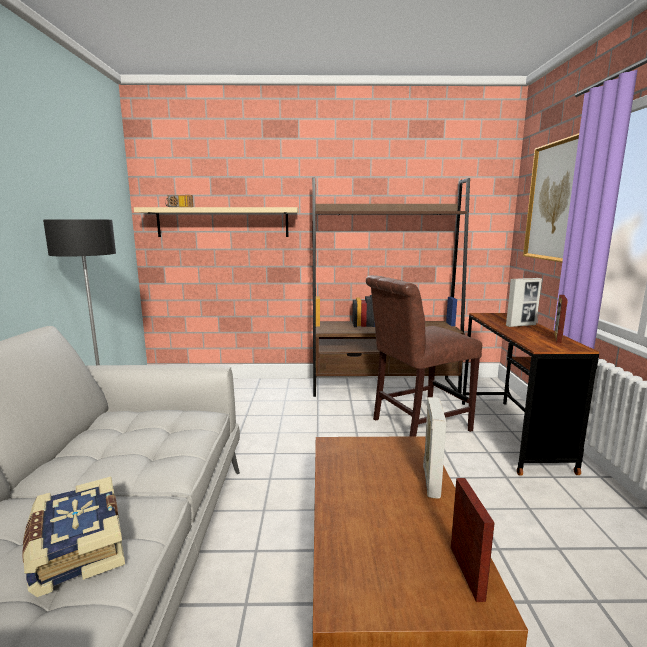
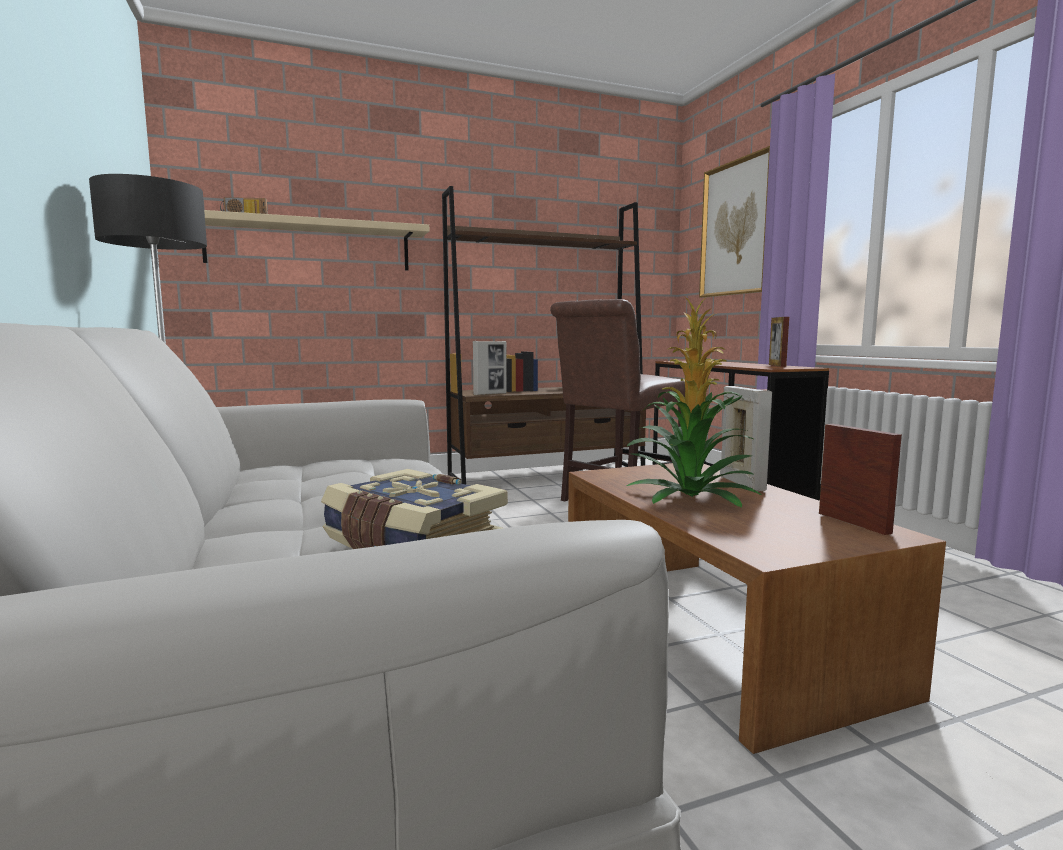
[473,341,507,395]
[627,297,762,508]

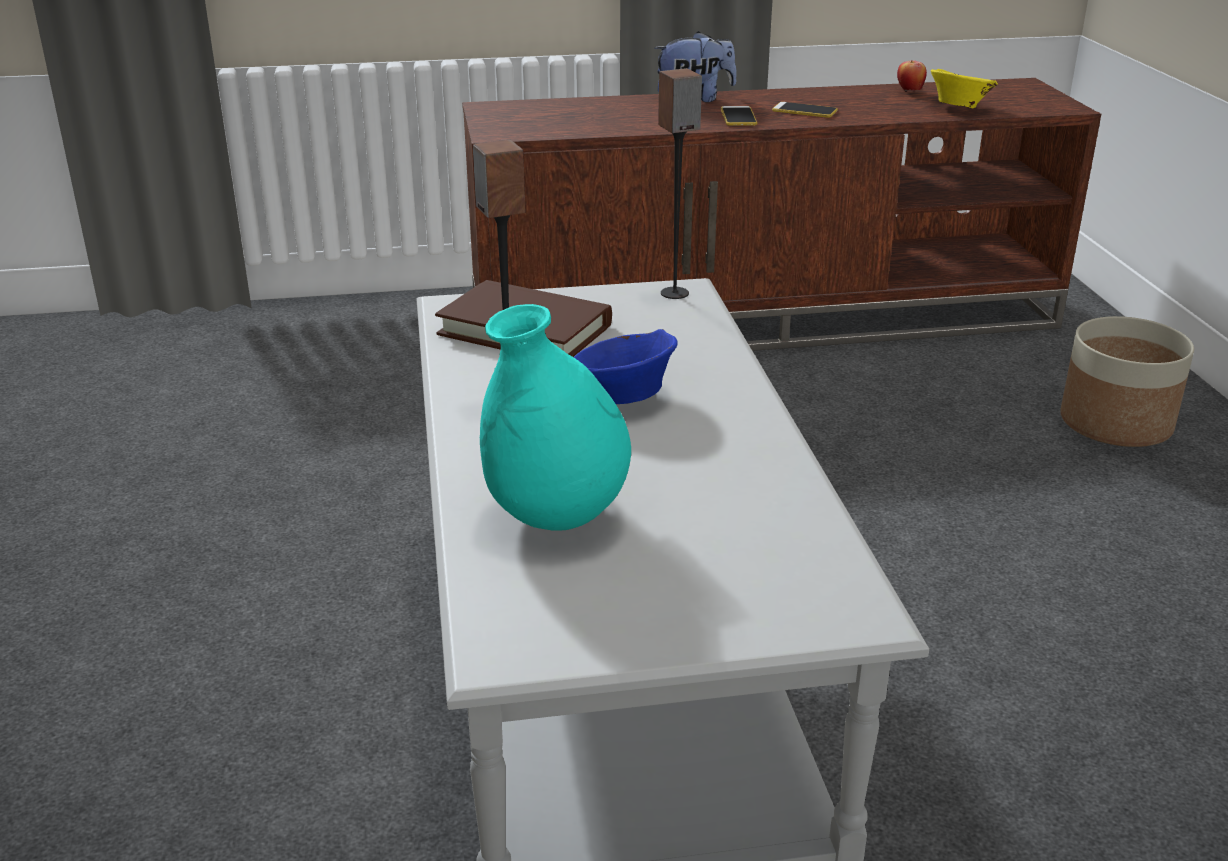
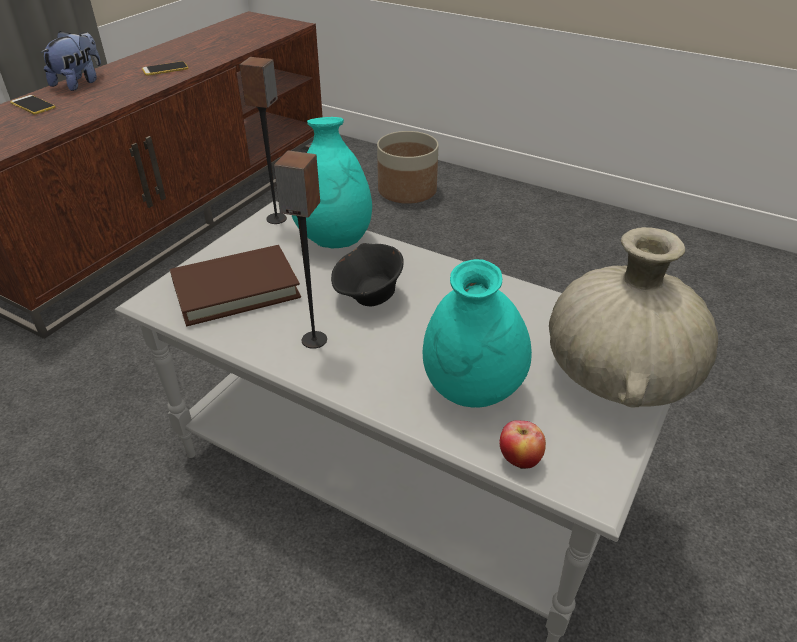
[331,243,404,306]
[10,95,56,114]
[500,420,546,469]
[931,69,998,108] (first image)
[292,117,372,248]
[549,227,718,408]

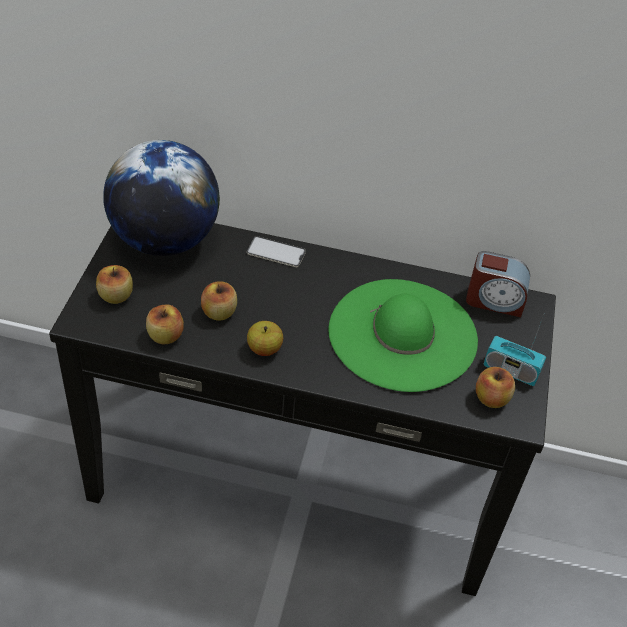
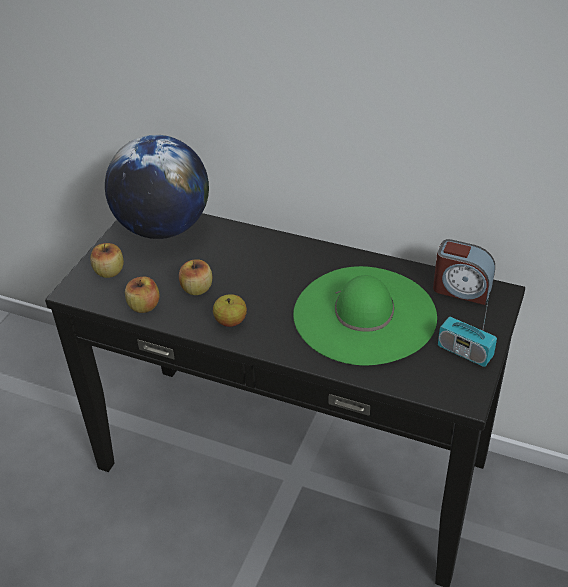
[246,236,306,267] (first image)
[476,367,515,408] (first image)

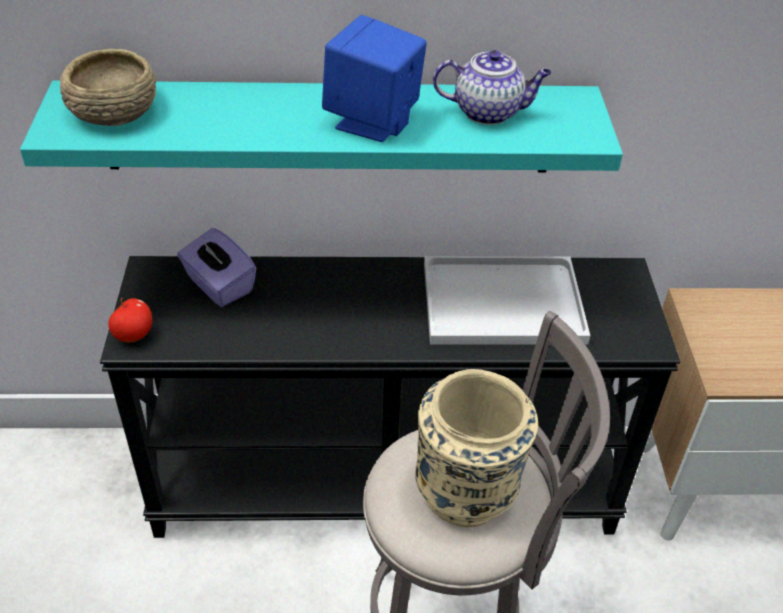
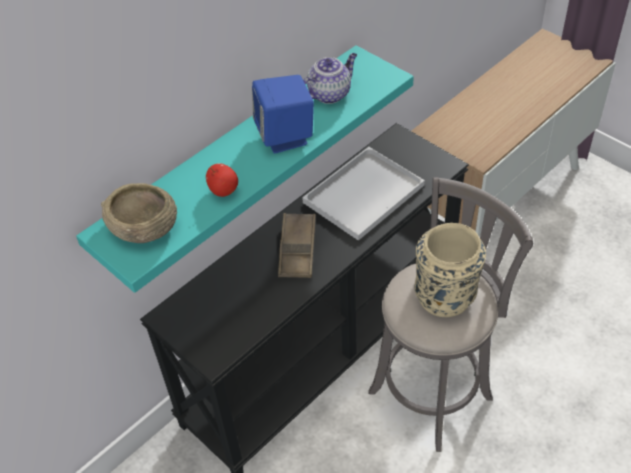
[206,163,238,197]
[177,228,256,307] (first image)
[278,213,316,278]

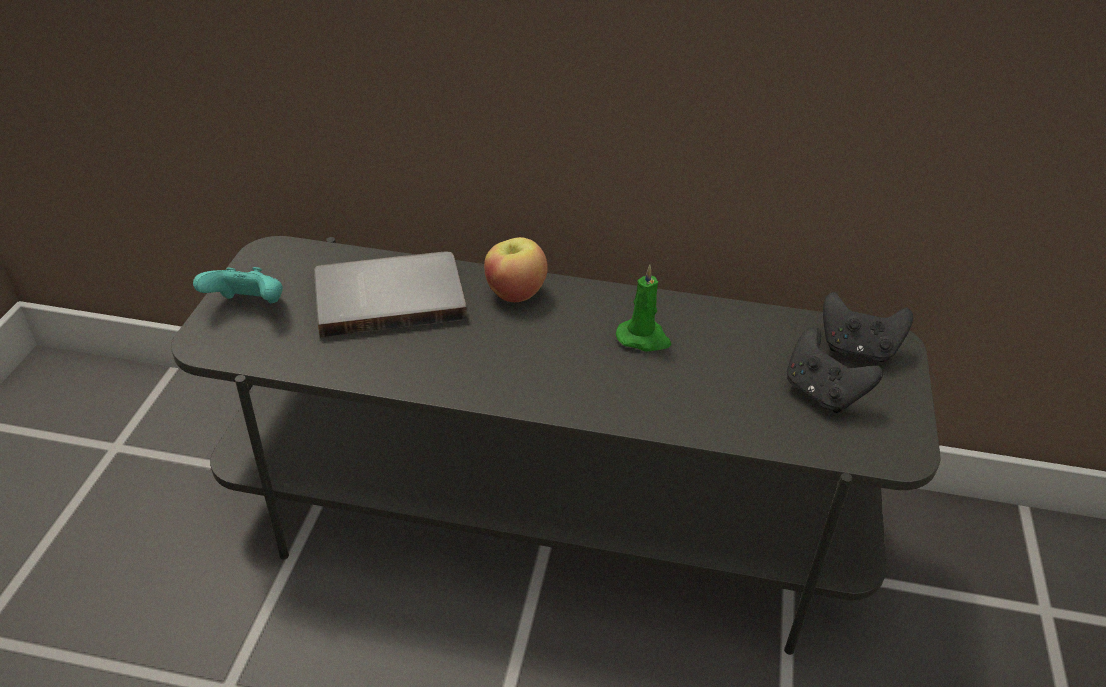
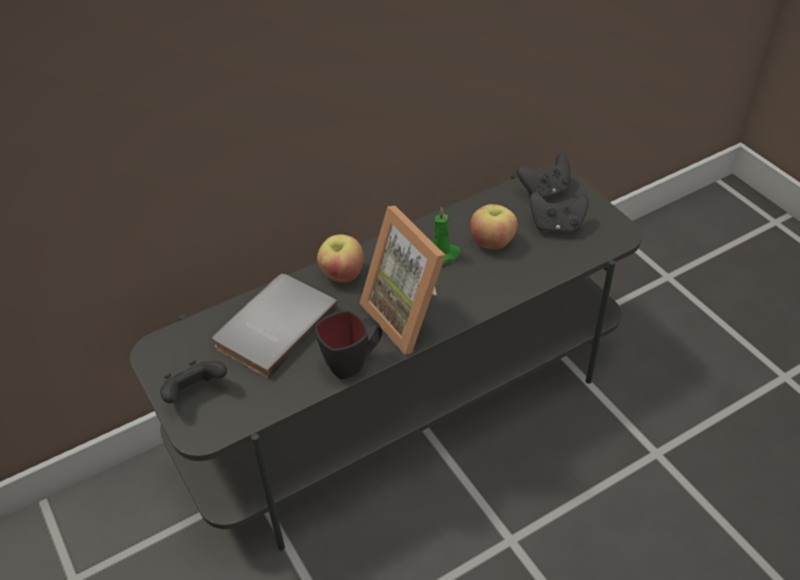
[160,361,227,403]
[315,310,382,379]
[360,206,445,355]
[470,204,518,250]

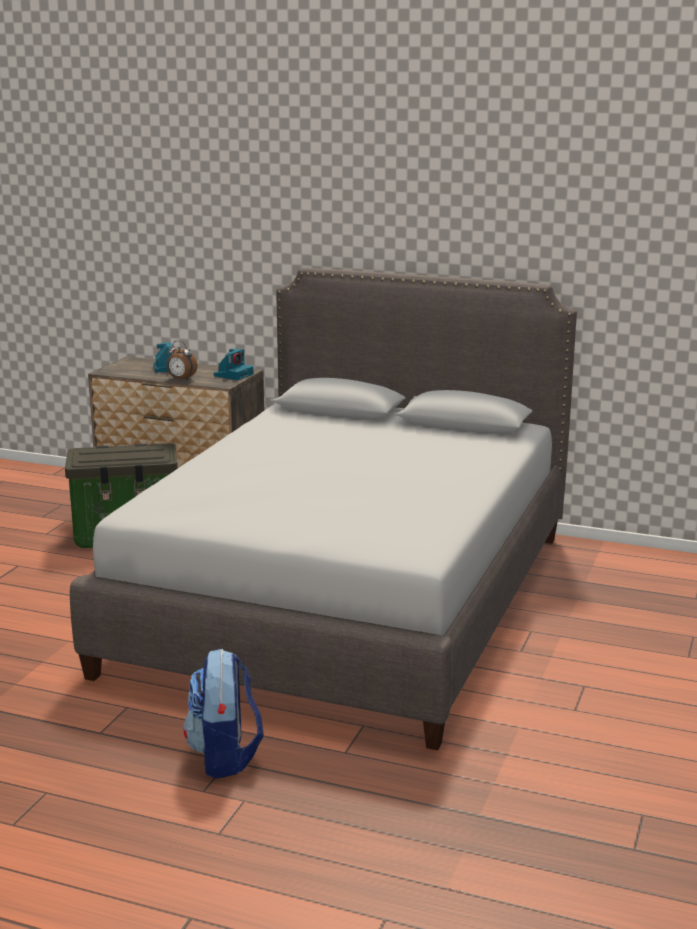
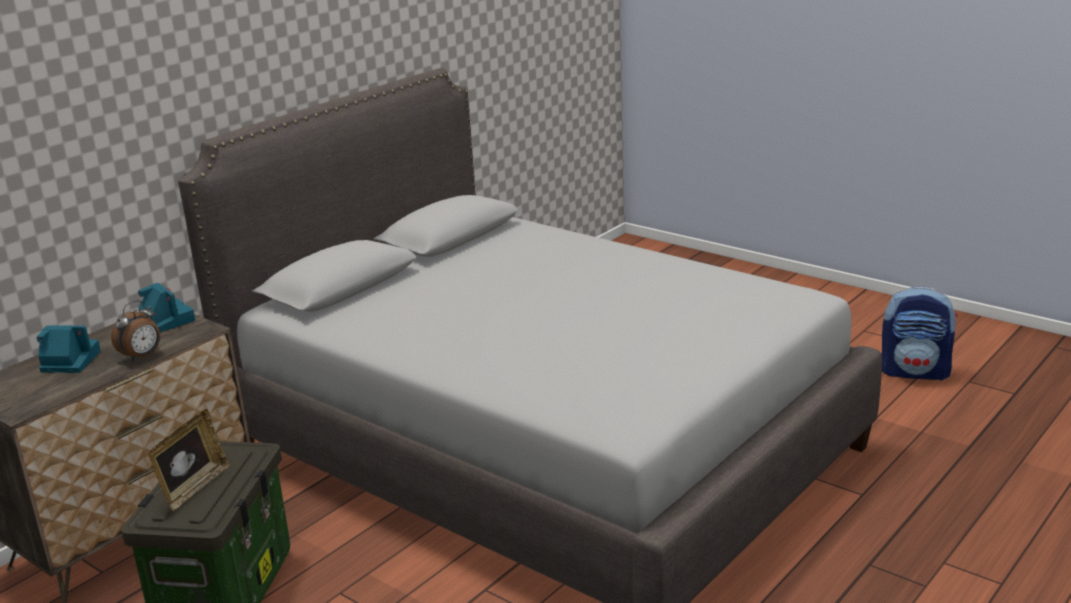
[881,286,958,381]
[148,409,230,511]

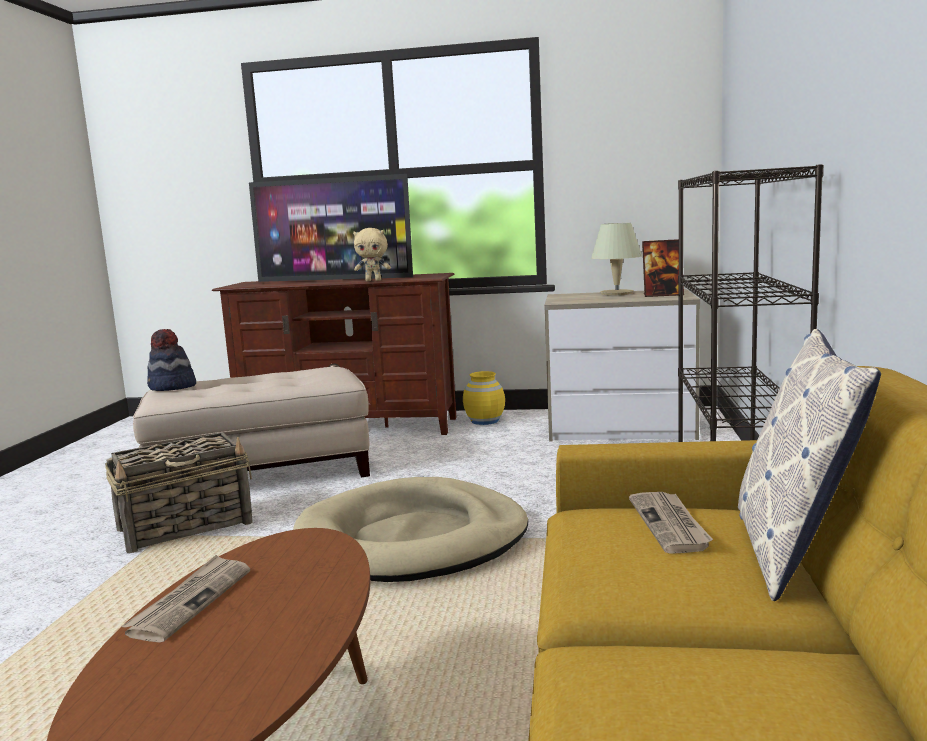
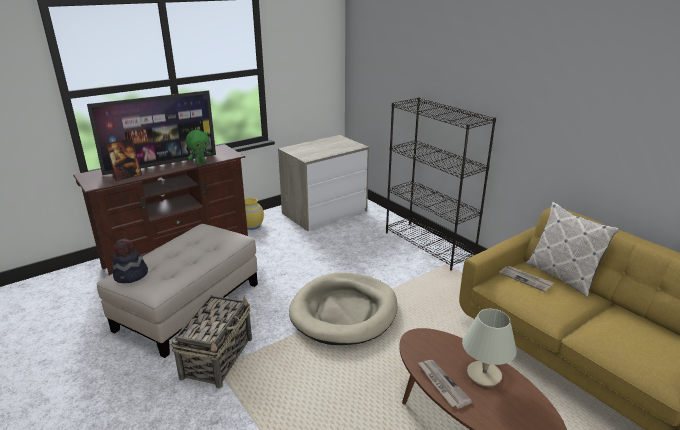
[186,130,211,165]
[462,309,517,387]
[105,139,142,181]

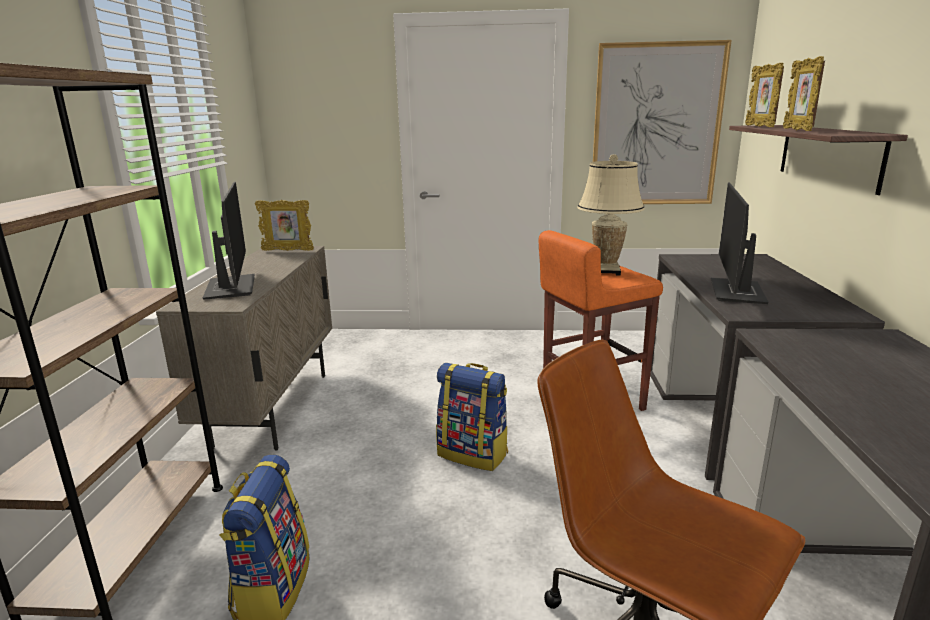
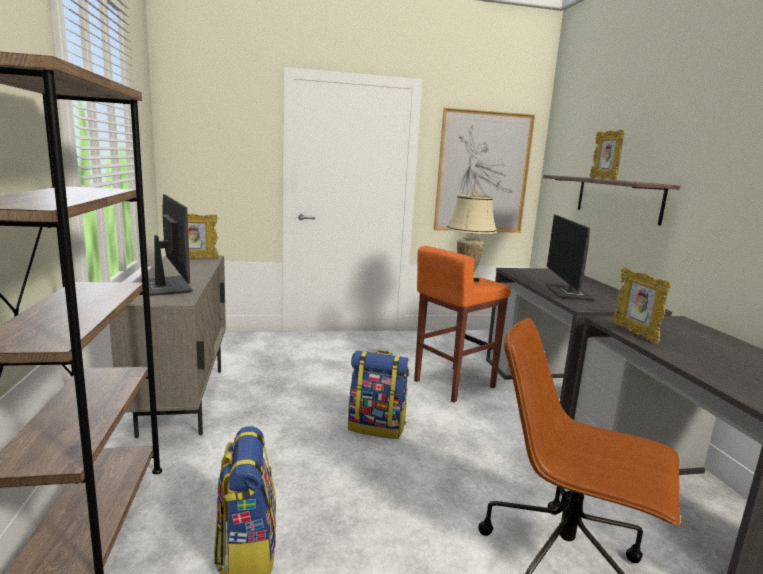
[613,267,671,344]

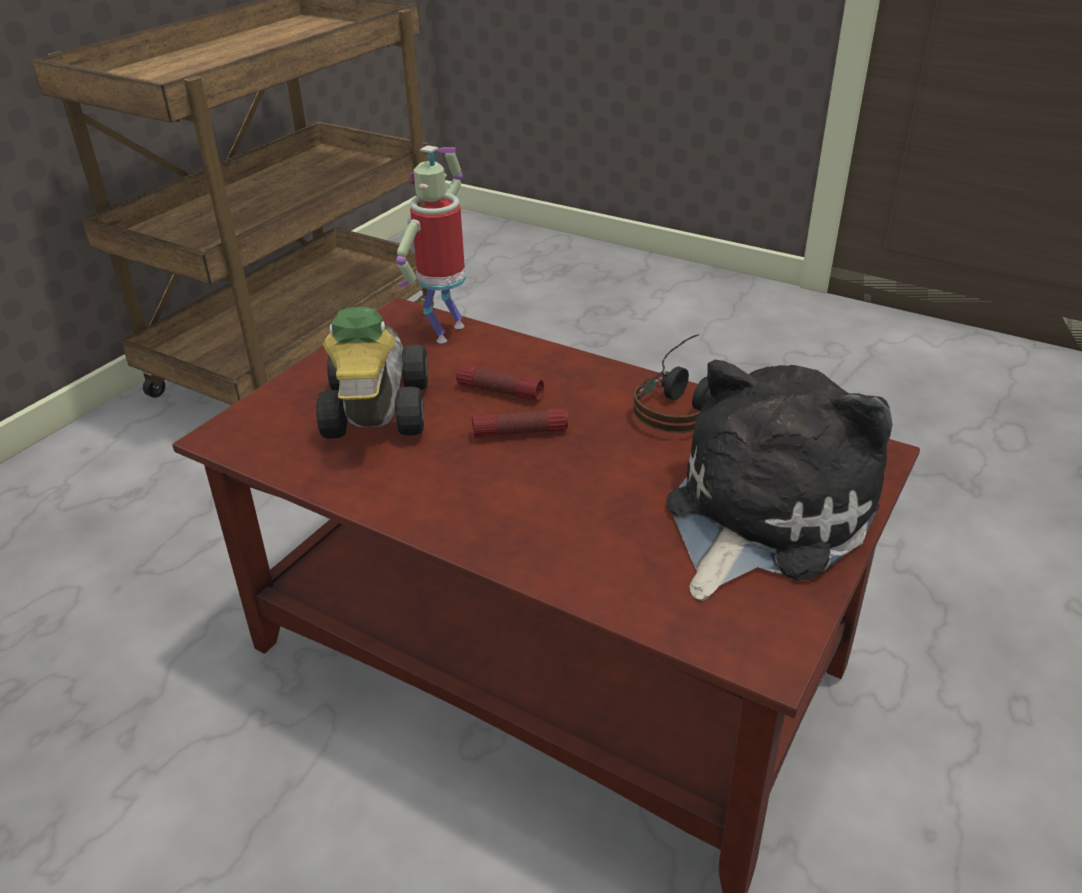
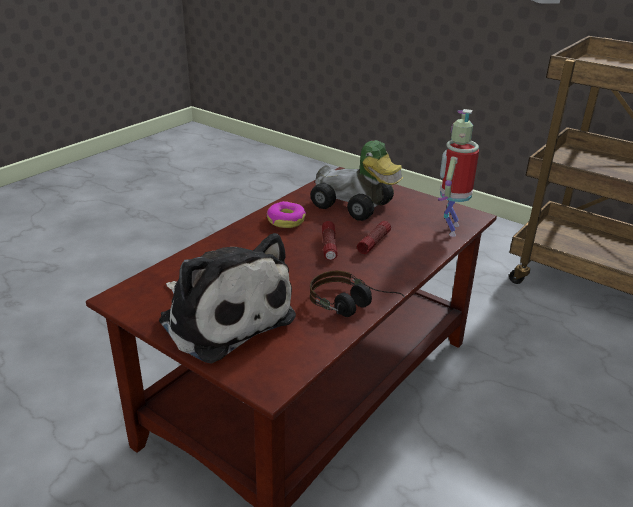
[310,140,403,221]
[438,109,479,237]
[266,201,306,228]

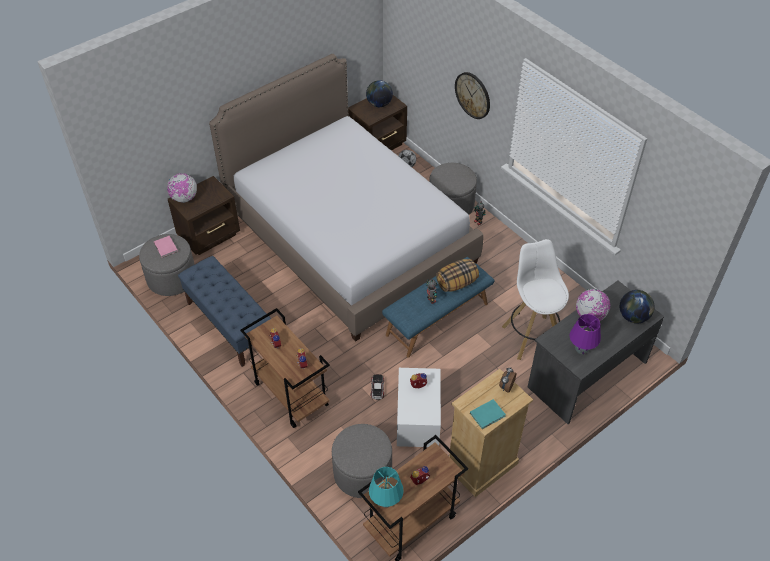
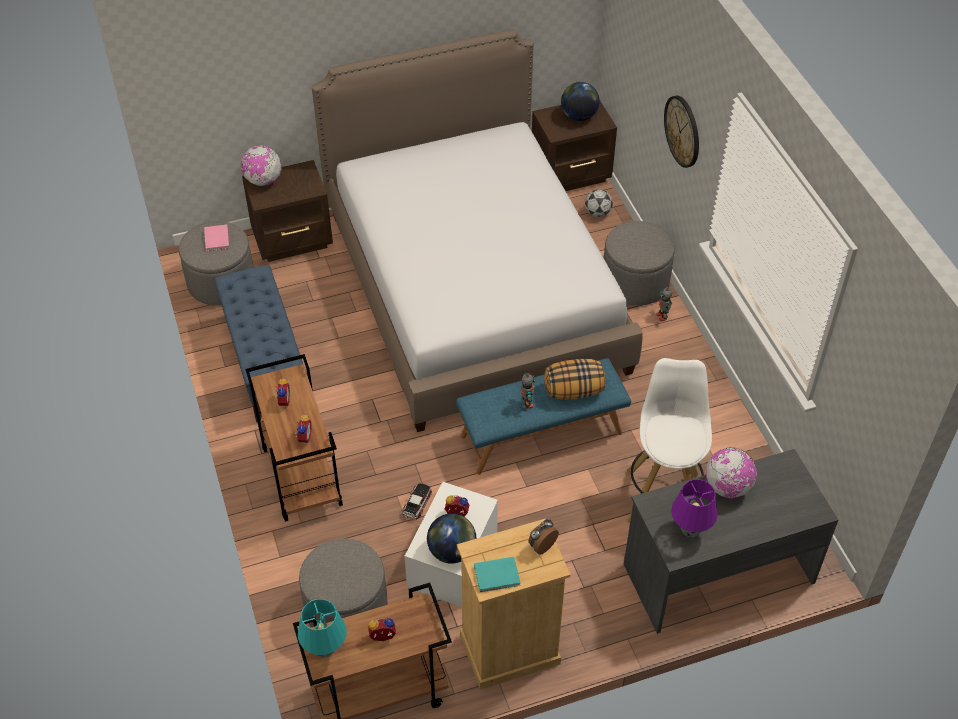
[427,513,476,564]

